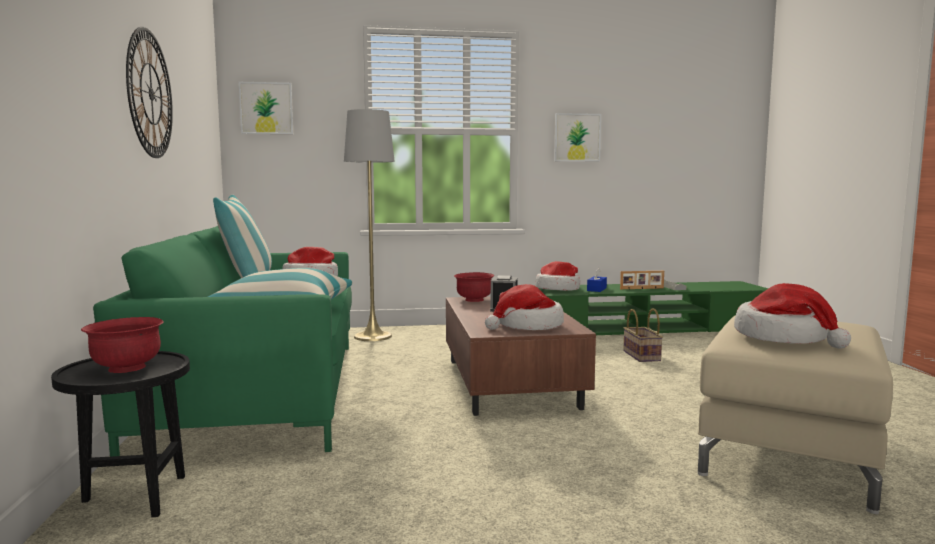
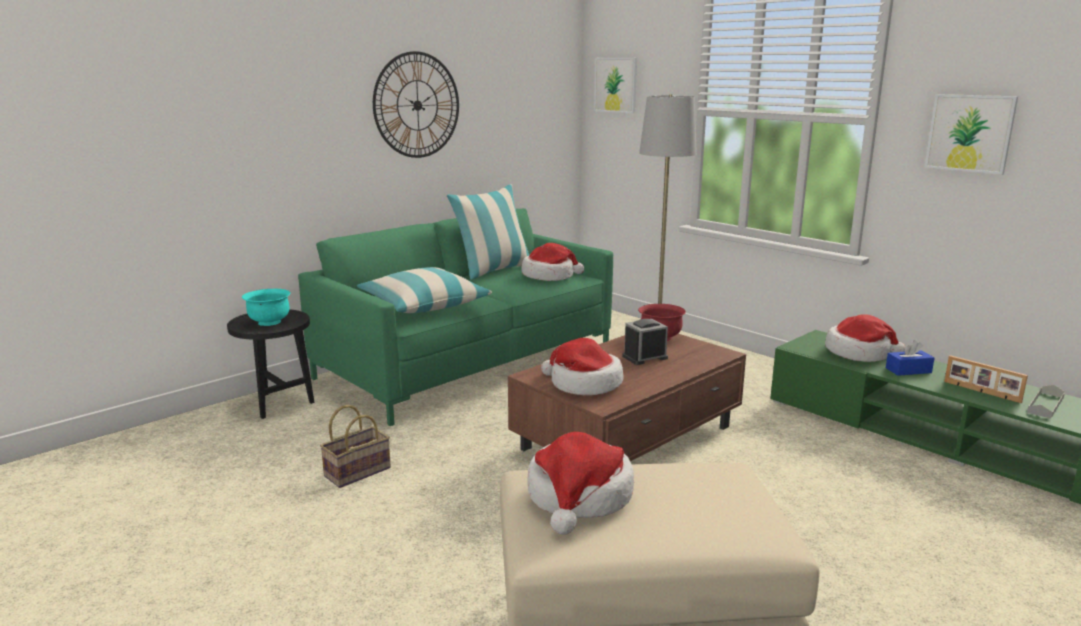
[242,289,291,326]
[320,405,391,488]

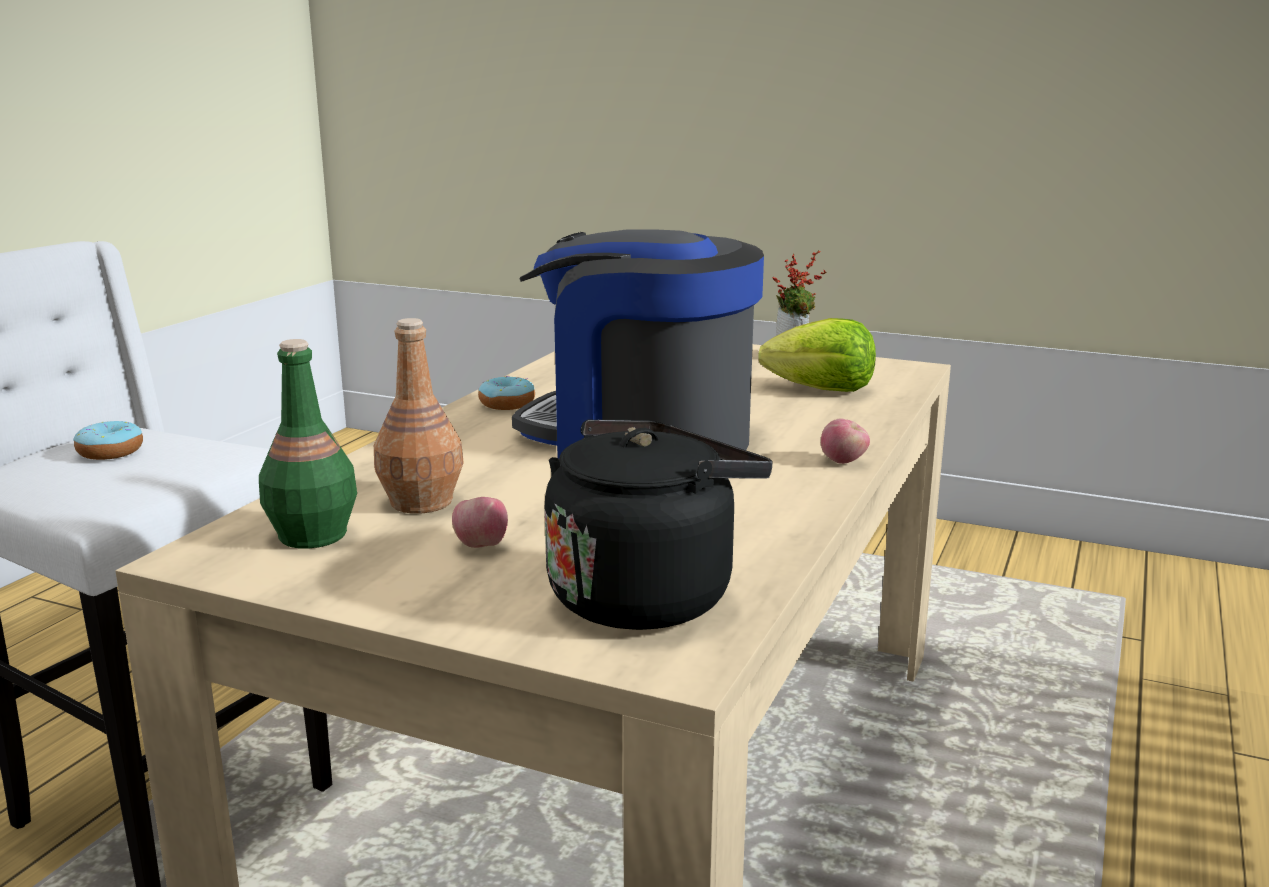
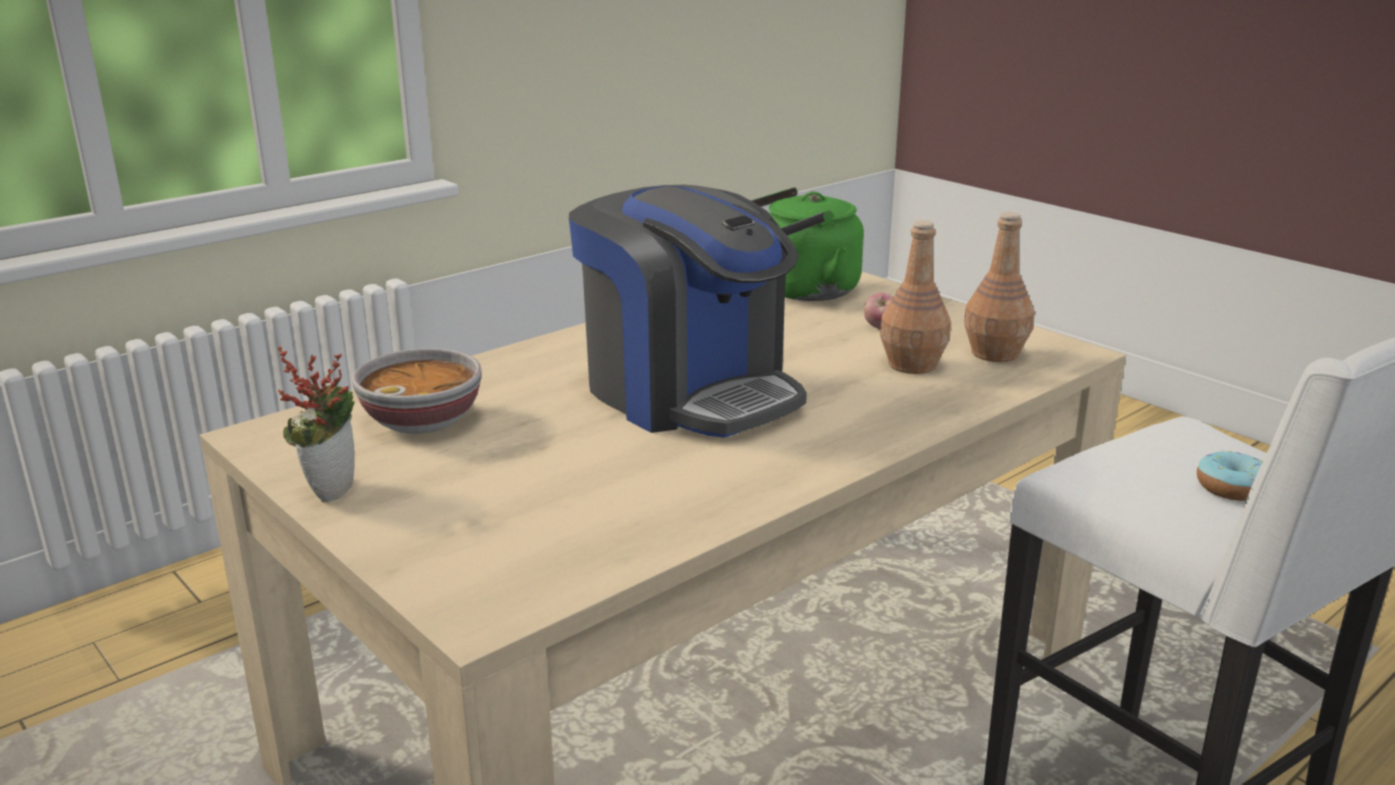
[964,212,1035,362]
[478,376,535,410] (first image)
[751,187,864,301]
[352,348,482,434]
[821,419,870,464] (first image)

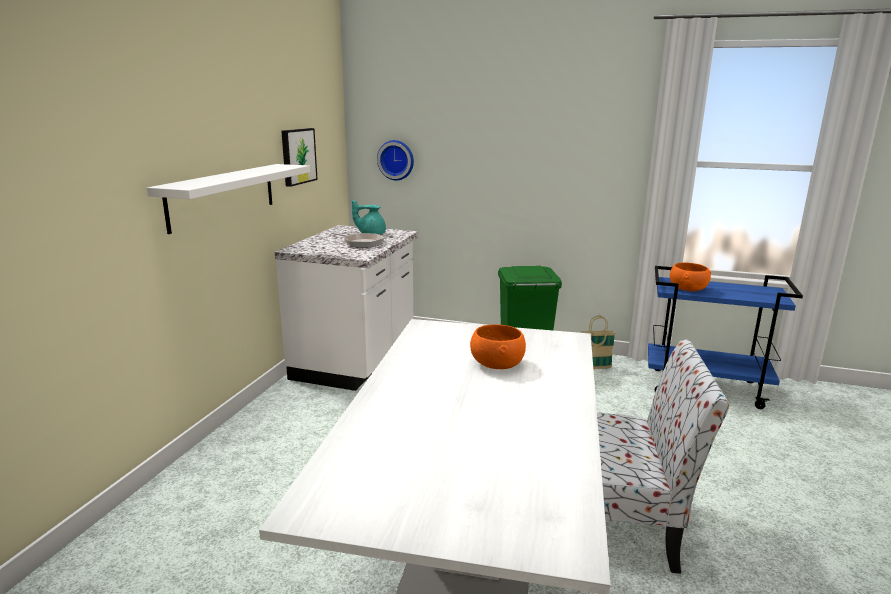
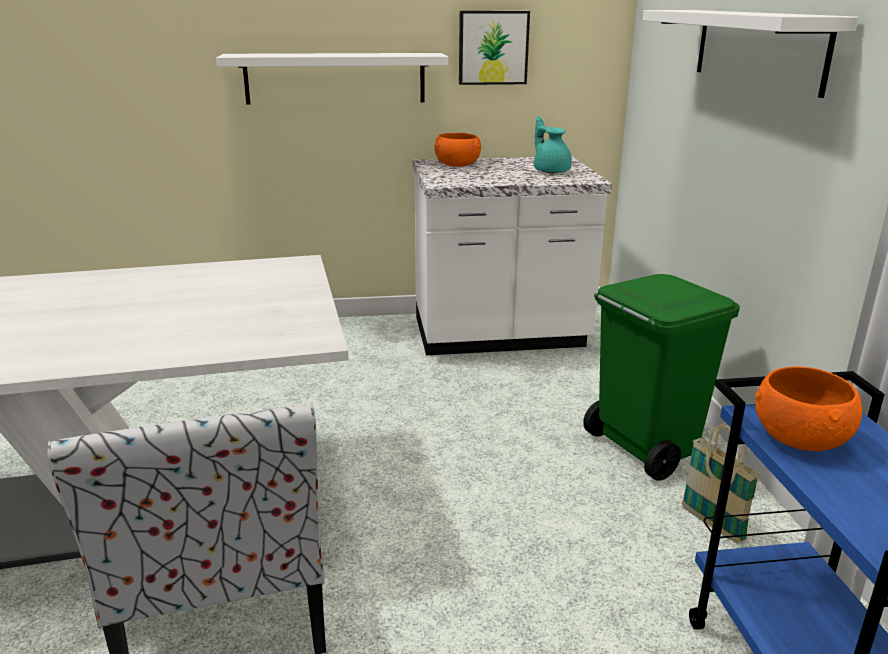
[331,232,384,248] (first image)
[377,140,414,180] (first image)
[434,133,481,167]
[643,10,859,98]

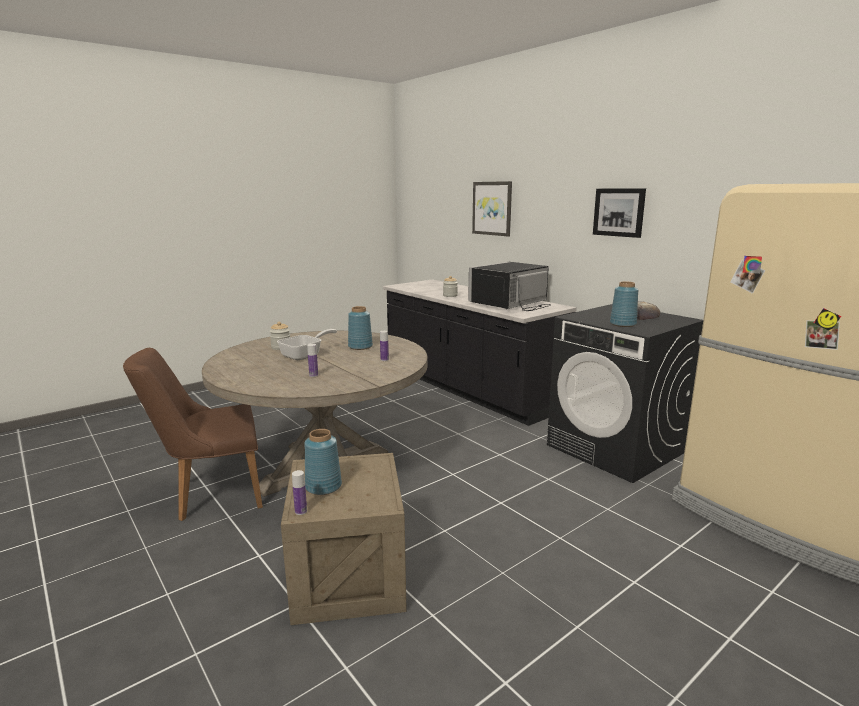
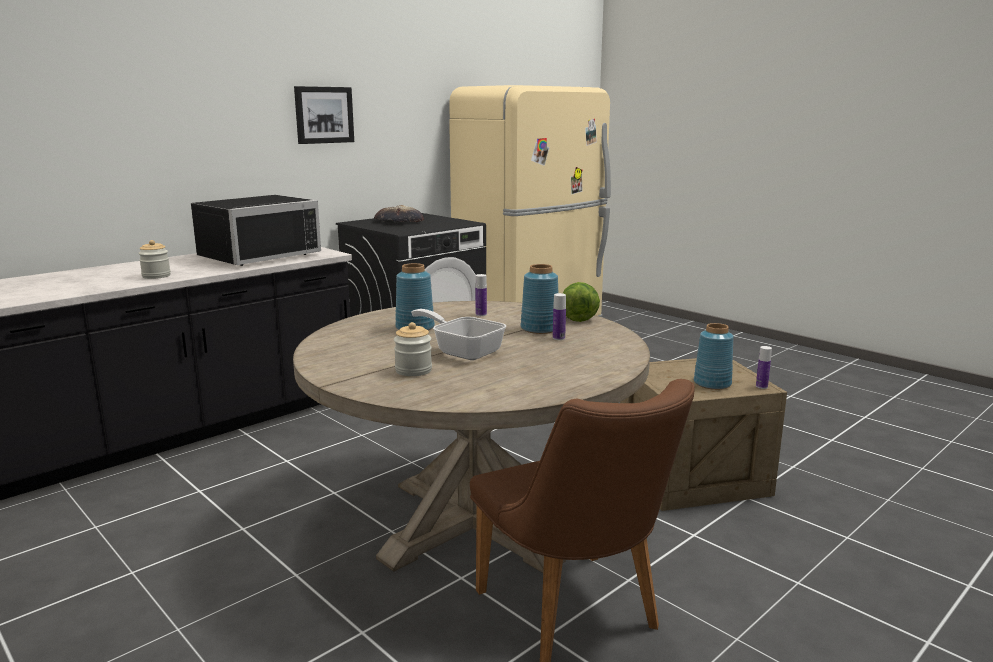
[191,195,321,266]
[472,181,512,237] (first image)
[520,264,559,334]
[563,282,600,322]

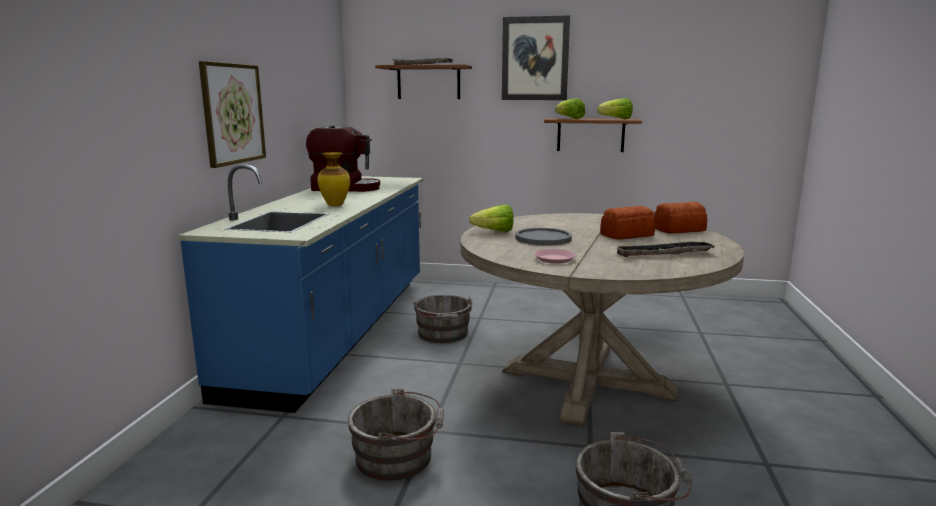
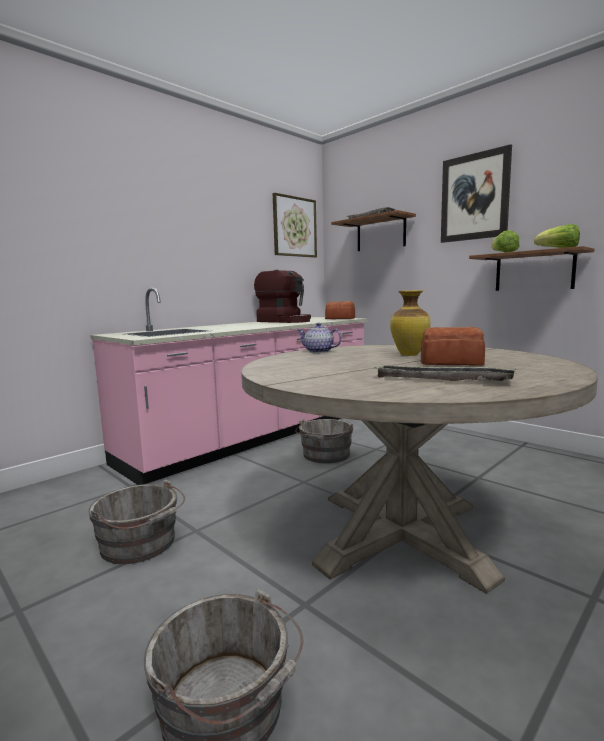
[90,288,368,485]
[273,193,317,258]
[390,290,431,356]
[298,323,342,353]
[515,228,572,245] (first image)
[534,249,576,264] (first image)
[325,301,355,319]

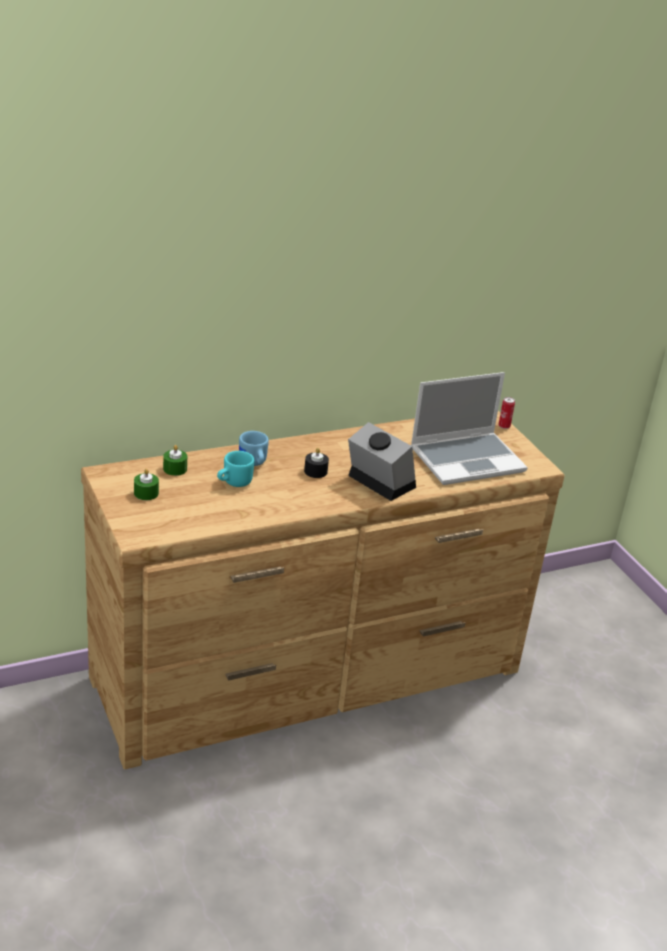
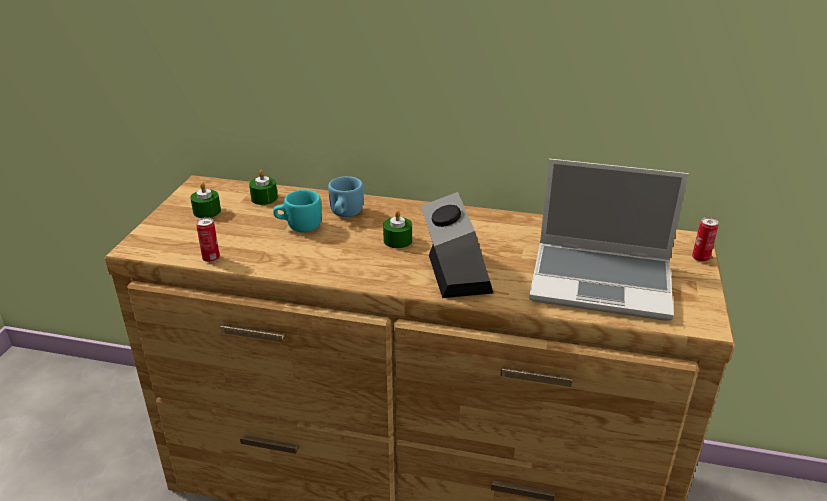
[383,210,412,248]
[196,217,220,262]

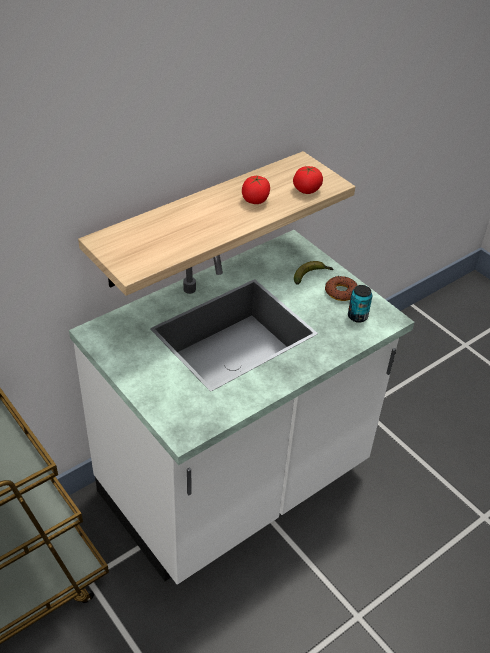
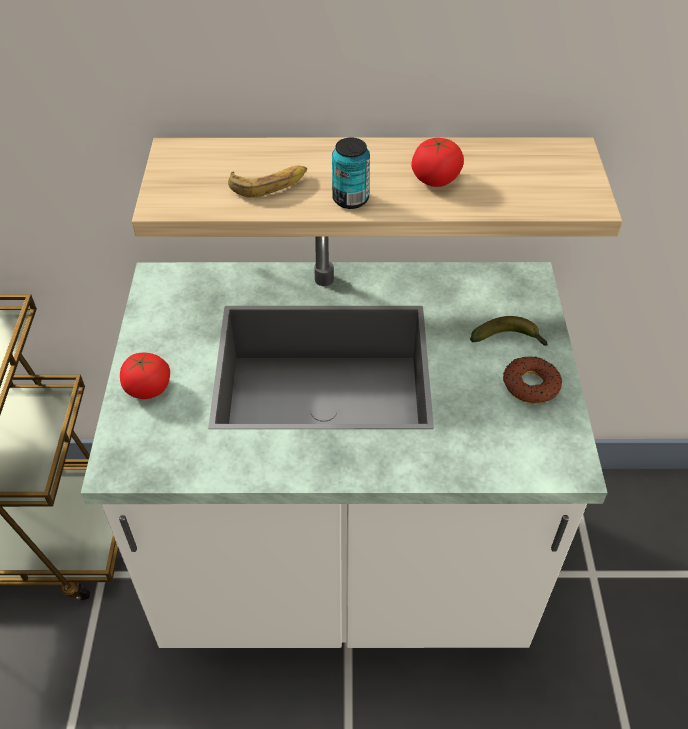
[120,353,170,399]
[332,138,370,209]
[228,166,307,198]

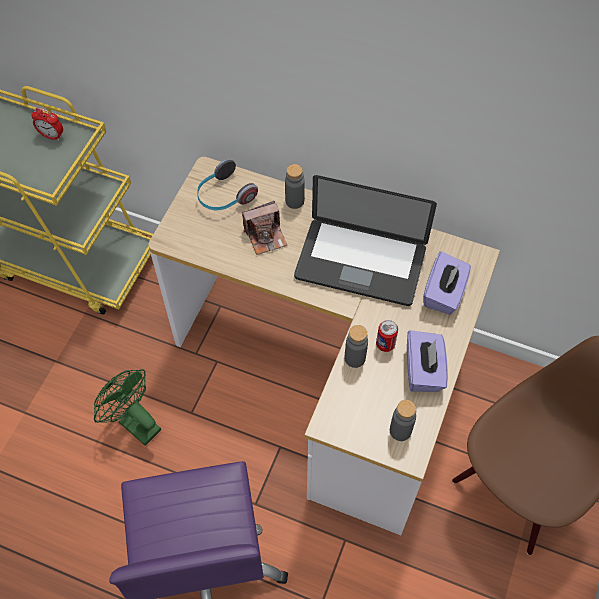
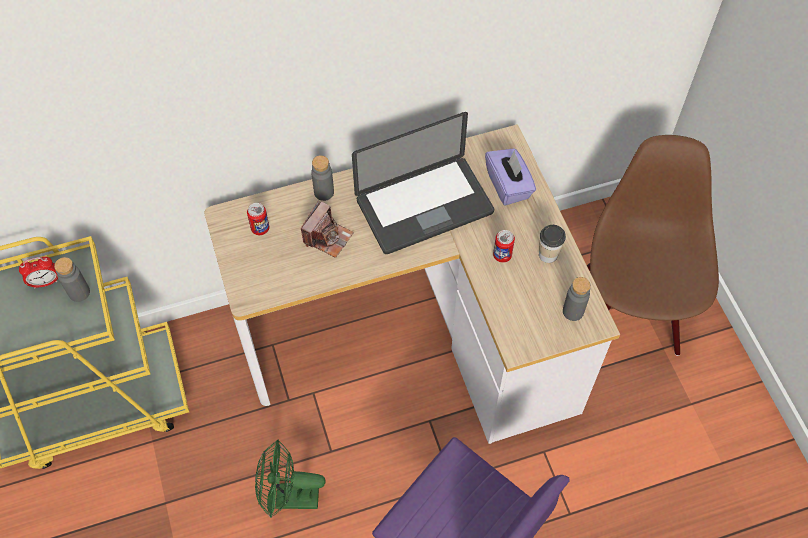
[247,203,269,235]
[54,257,90,302]
[539,225,566,263]

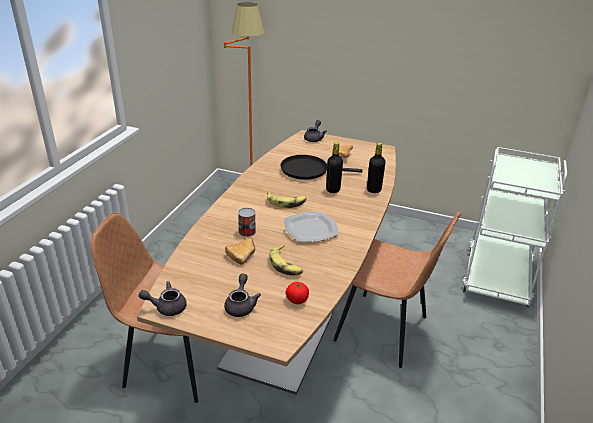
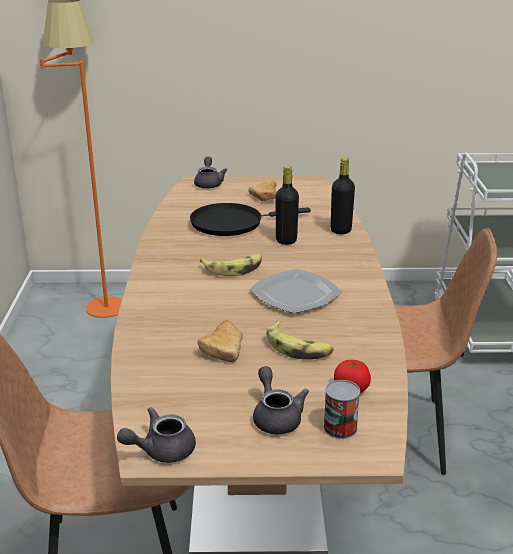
[323,380,360,439]

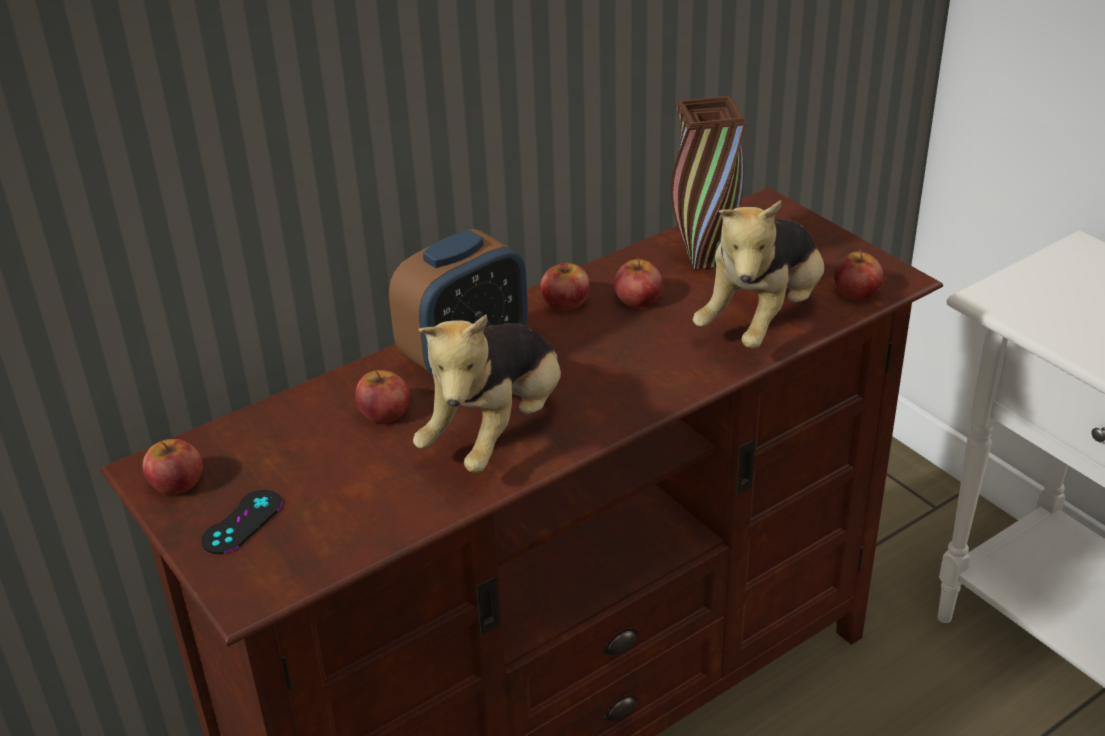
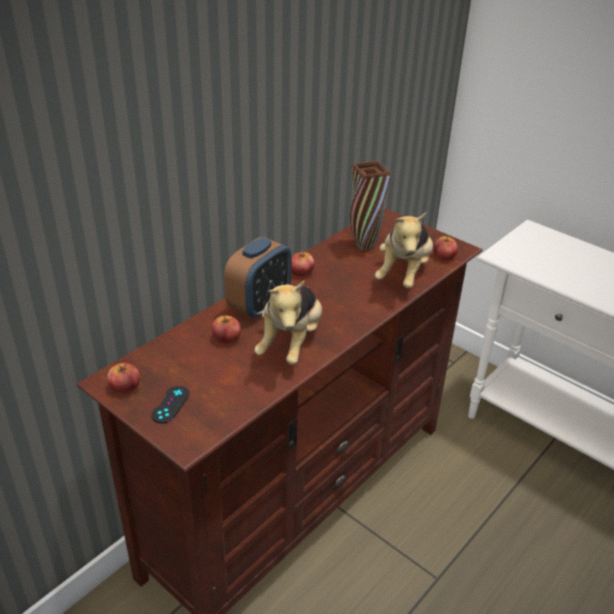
[614,257,663,307] (first image)

